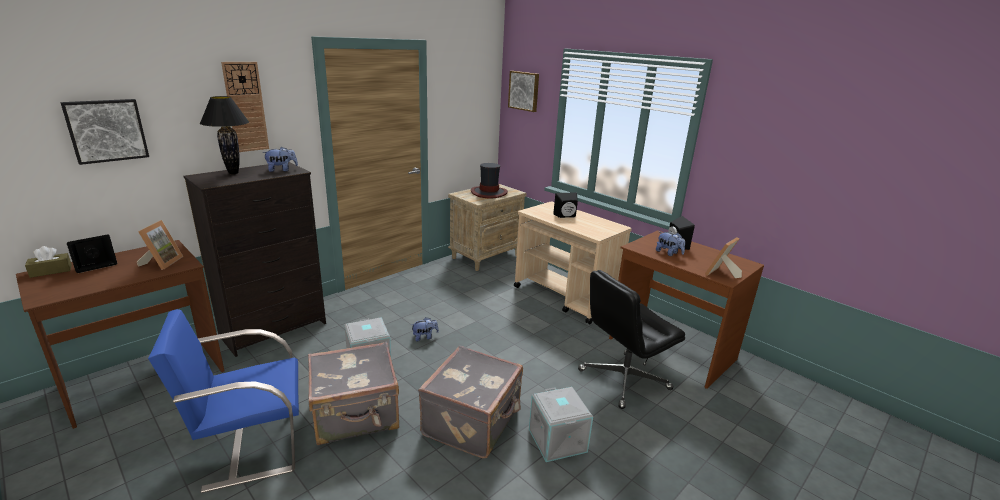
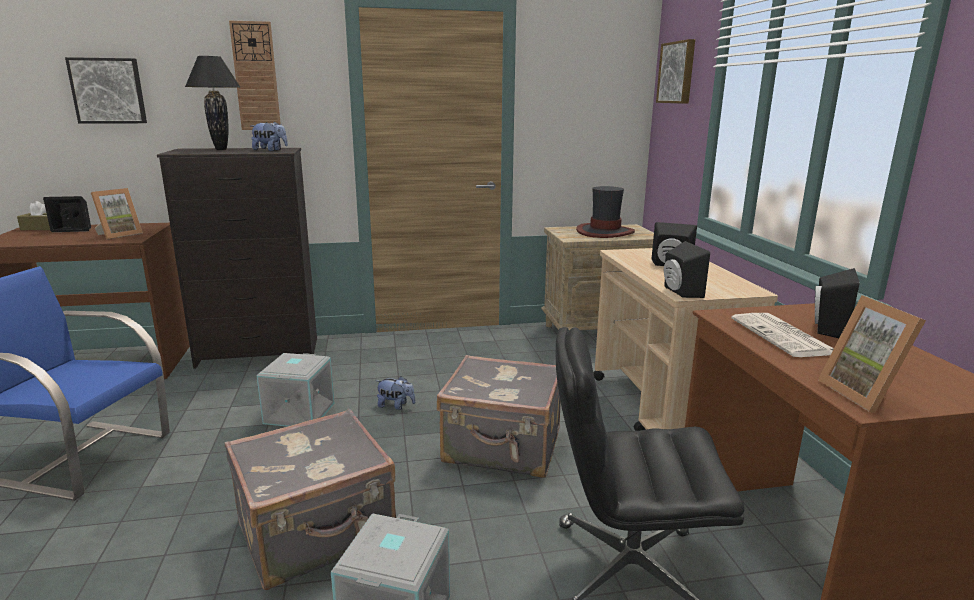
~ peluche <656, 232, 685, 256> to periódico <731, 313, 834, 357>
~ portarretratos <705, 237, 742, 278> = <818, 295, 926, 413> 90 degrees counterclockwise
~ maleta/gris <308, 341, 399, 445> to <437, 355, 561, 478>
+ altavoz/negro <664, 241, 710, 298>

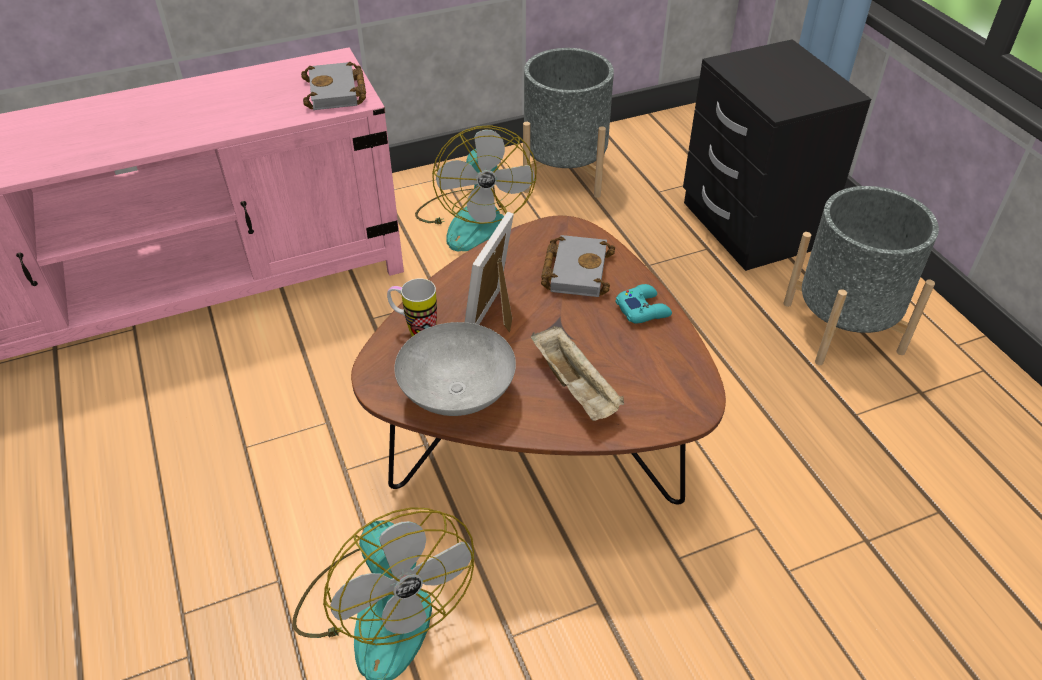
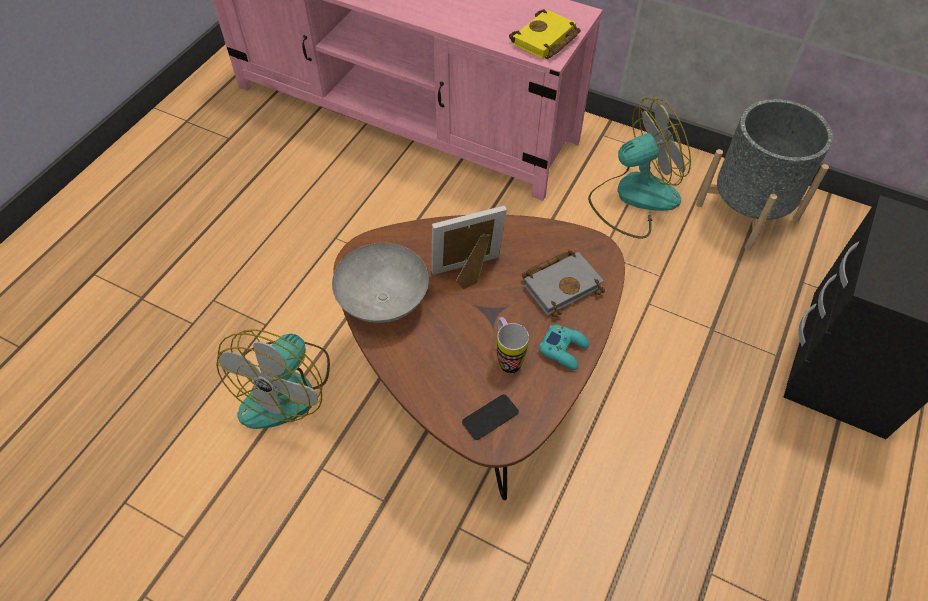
~ libro/gris <301, 62, 366, 110> to libro/amarillo <509, 9, 581, 59>
~ ventilador <415, 125, 536, 252> = <588, 97, 691, 239> 150 degrees counterclockwise
- maceta/gris <783, 186, 939, 365>
~ taza grande <387, 278, 437, 337> to <497, 317, 529, 373>
- bandeja/beis <531, 326, 624, 421>
+ móvil <462, 394, 519, 440>

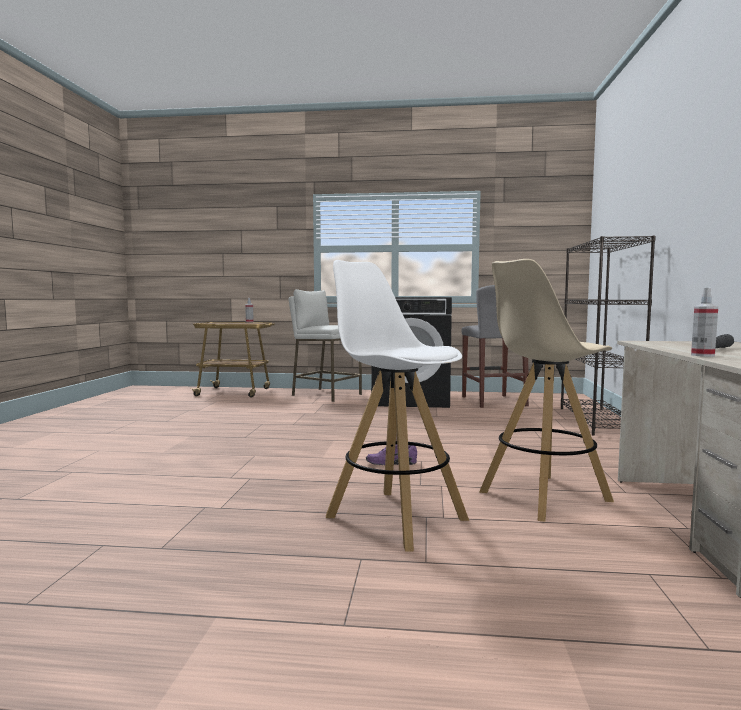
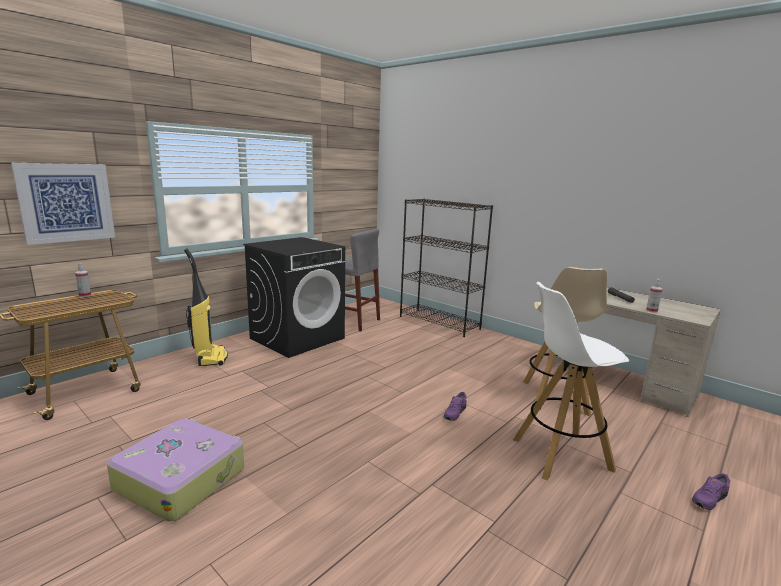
~ taburete/blanco <288, 289, 362, 402> to aspiradora <184, 248, 228, 366>
+ cuadro <11, 163, 115, 245>
+ maleta <107, 419, 244, 522>
+ zapato/morado <692, 473, 730, 510>

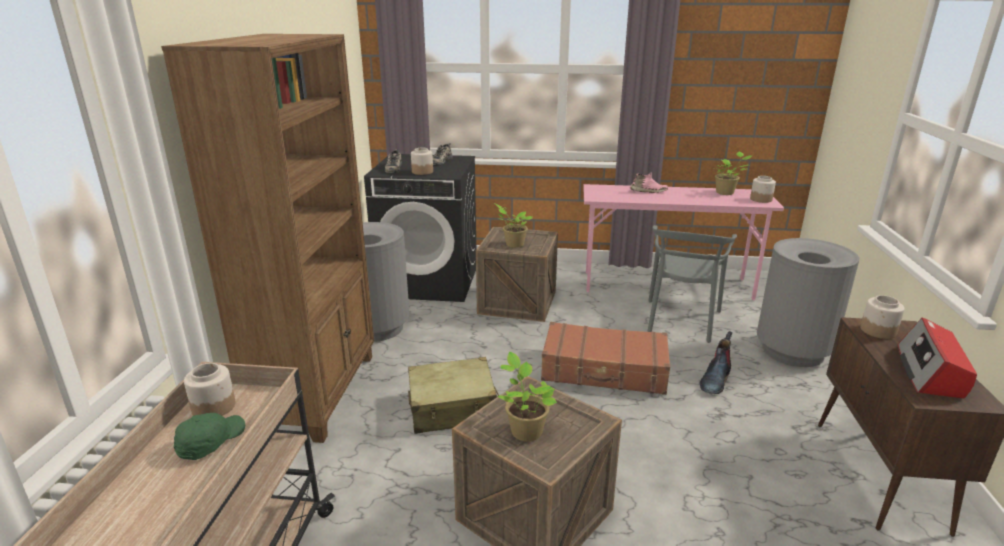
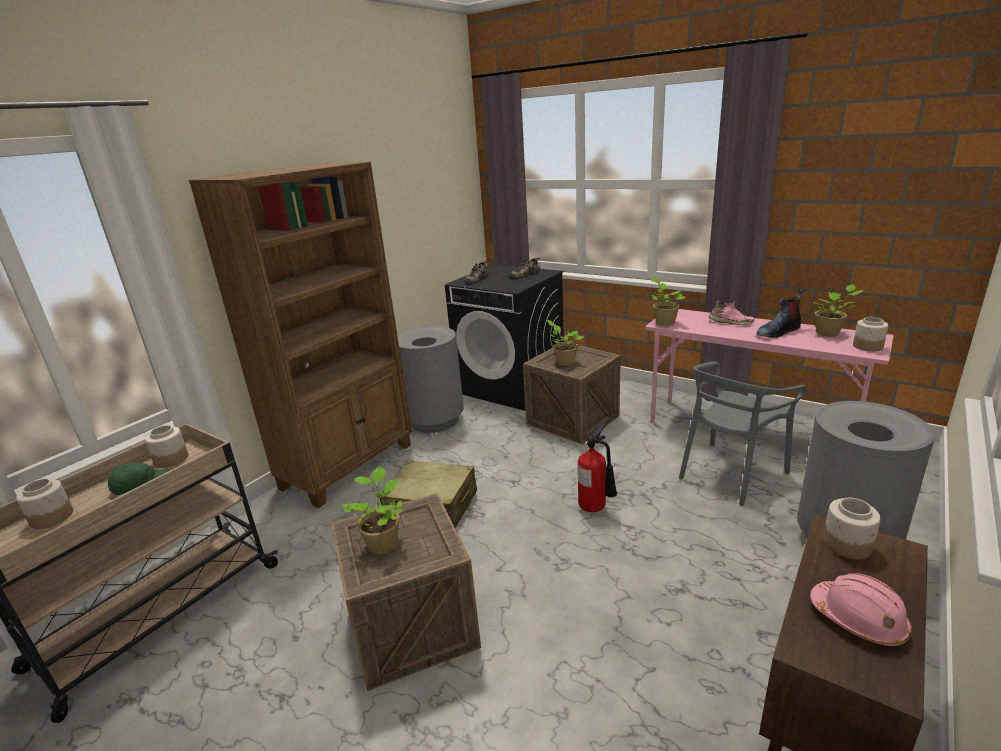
~ tarro <411, 148, 433, 175> to <16, 479, 73, 529>
~ radio <898, 317, 977, 398> to casco/rosa <810, 573, 912, 646>
~ maleta/marrón <541, 322, 670, 395> to extintor <578, 423, 617, 512>
~ bota <700, 331, 733, 394> to <756, 288, 805, 338>
+ planta en maceta <651, 276, 686, 326>

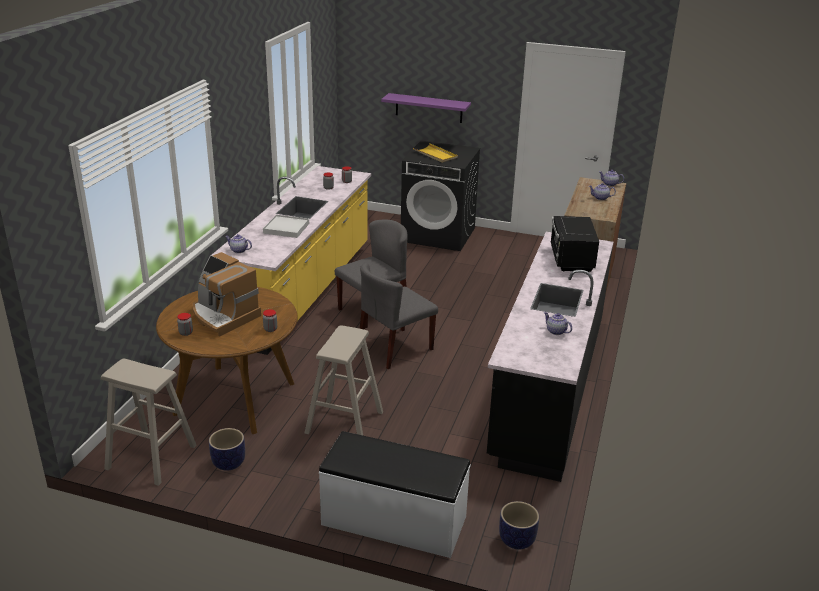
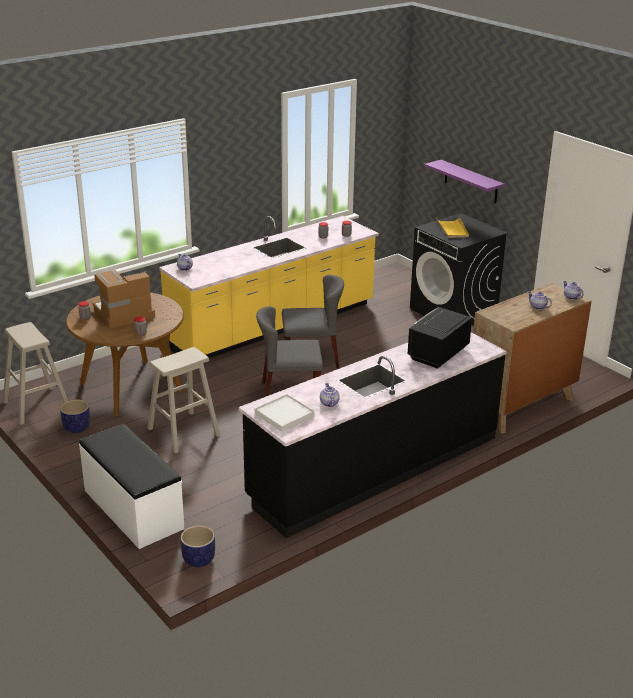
~ bandeja/blanco <263, 215, 309, 238> to <255, 394, 315, 432>
~ cafetera <193, 252, 261, 337> = <92, 270, 155, 328> 75 degrees clockwise

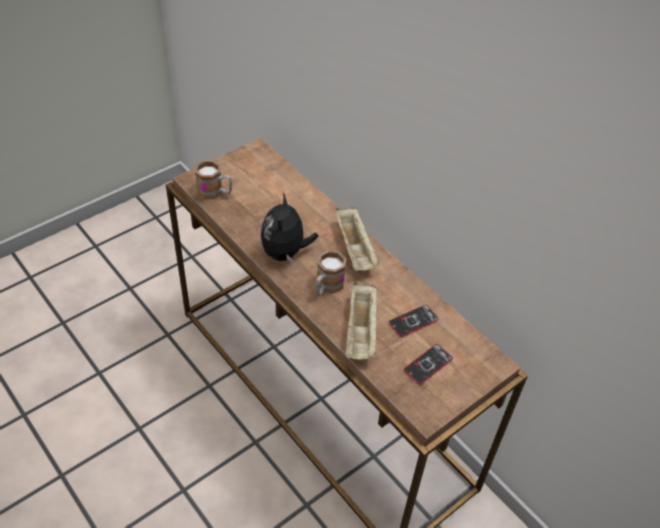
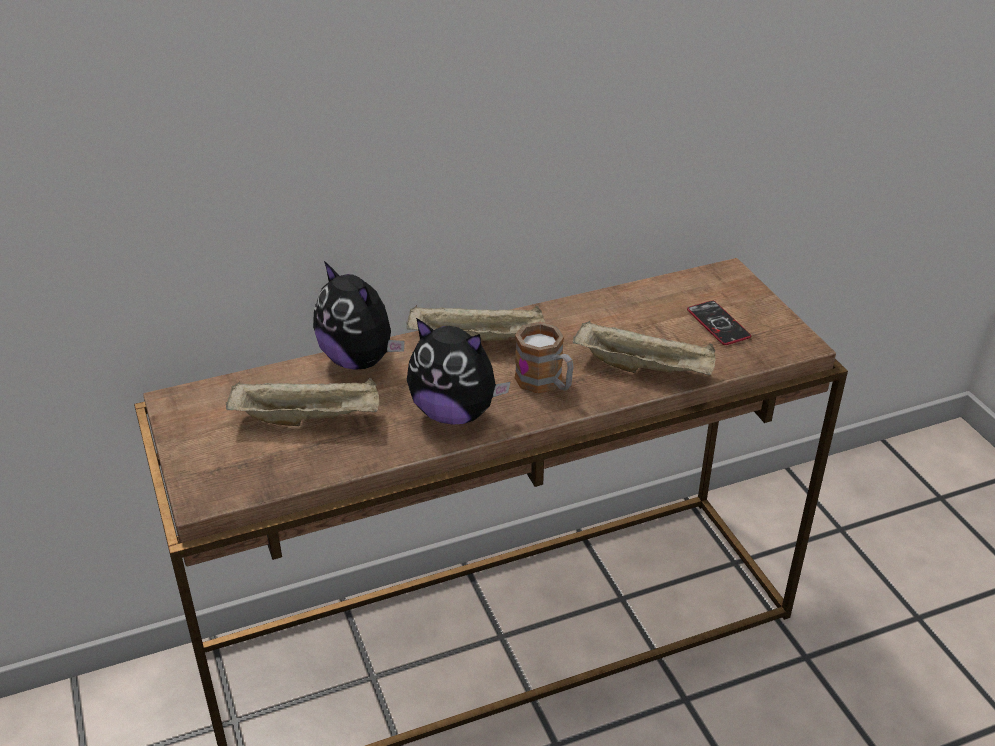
- taza grande <195, 160, 232, 199>
- móvil <389, 305, 439, 337>
+ peluche <313, 261, 405, 370>
+ bandeja/beis <226, 378, 379, 426>

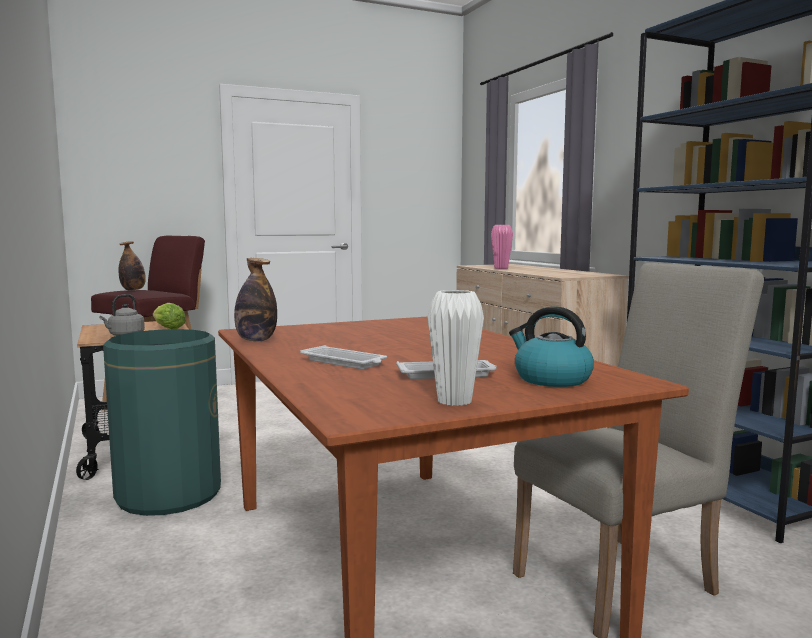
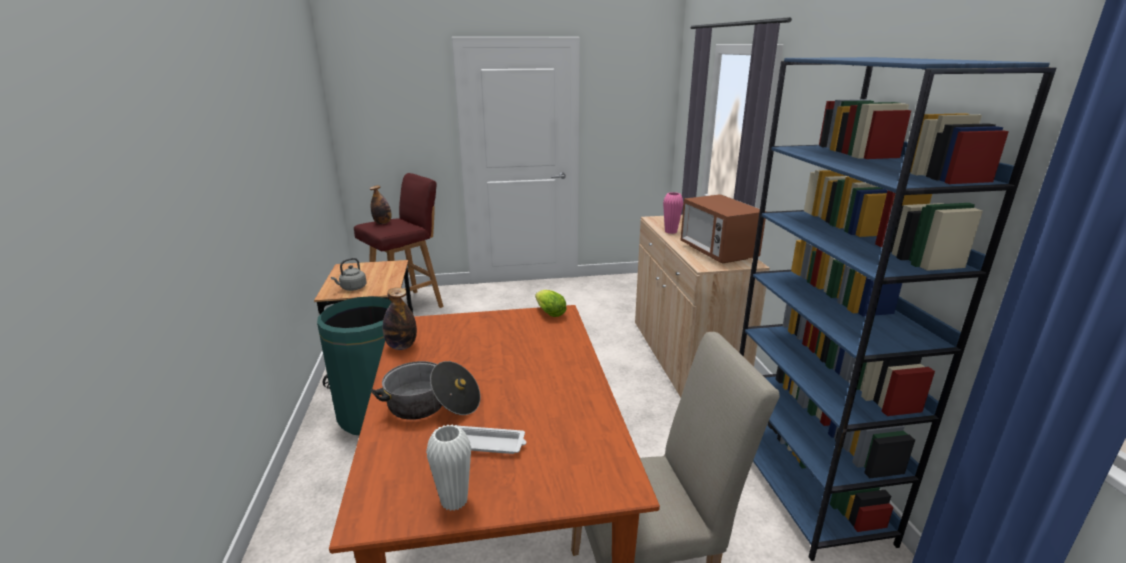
~ lechuga <153, 303, 186, 329> to <535, 290, 567, 317>
- hervidor <509, 307, 594, 387>
~ bandeja/blanco <300, 345, 387, 369> to olla <371, 361, 481, 420>
+ microondas <681, 194, 767, 263>

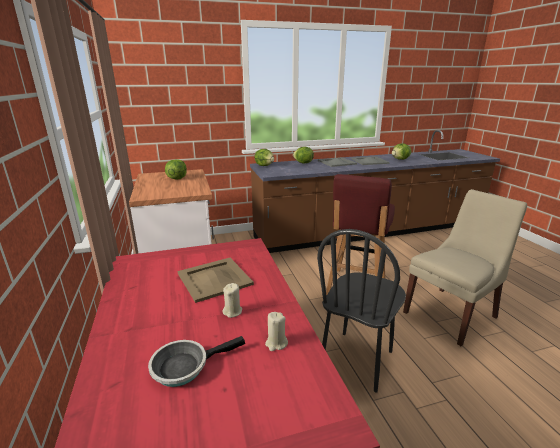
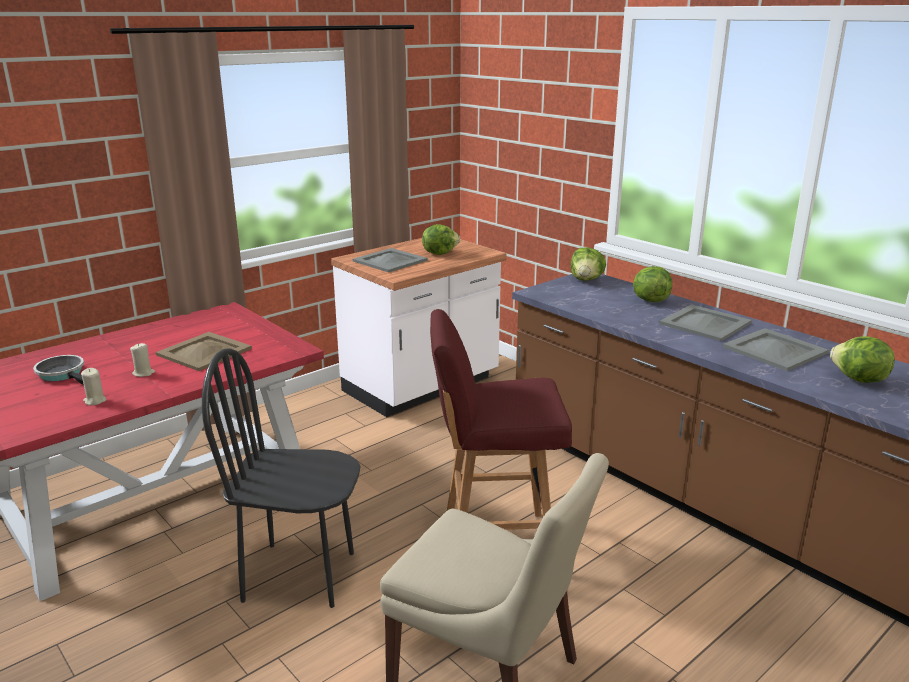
+ bandeja/gris <353, 248, 428, 272>

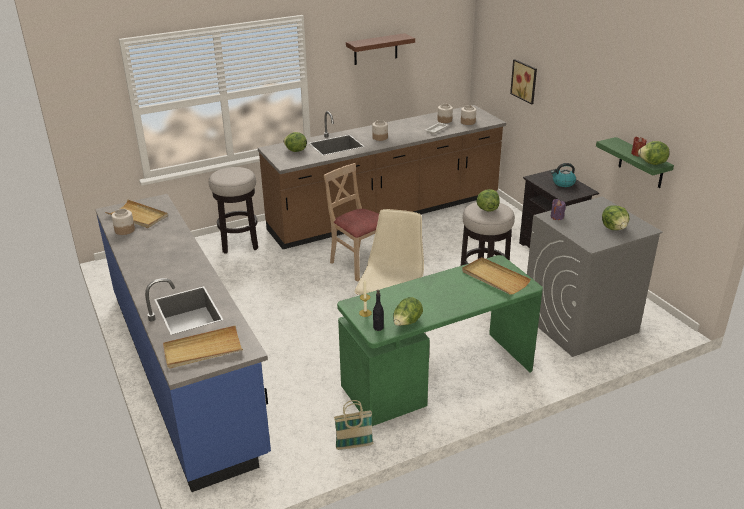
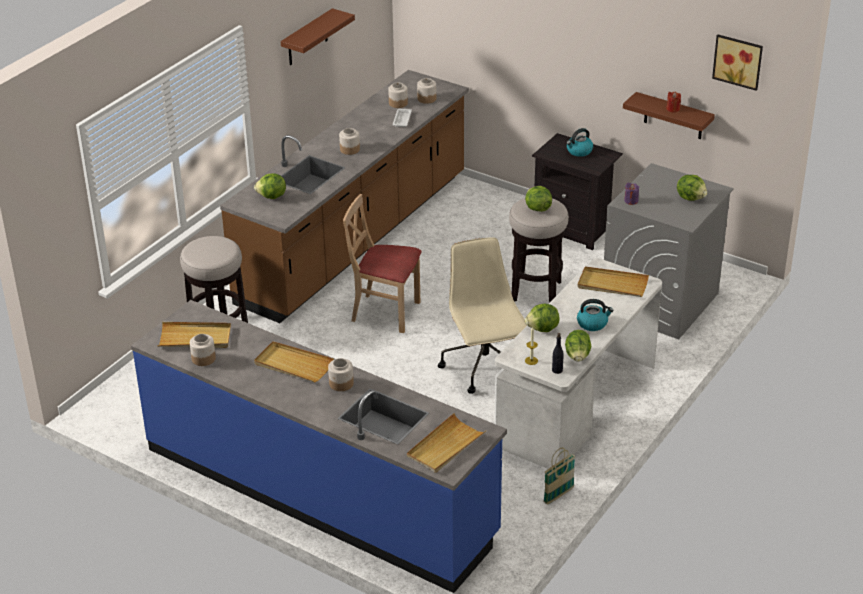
~ cuadro <510, 59, 537, 105> to <712, 35, 763, 91>
~ estante/verde <596, 137, 674, 188> to estante/marrón <623, 92, 715, 139>
~ lechuga <638, 141, 670, 165> to <525, 304, 559, 332>
~ escritorio/verde <337, 255, 543, 426> to escritorio/blanco <495, 258, 662, 469>
+ hervidor <577, 299, 614, 331>
+ bandeja/beis <254, 341, 334, 382>
+ tarro <328, 358, 354, 391>

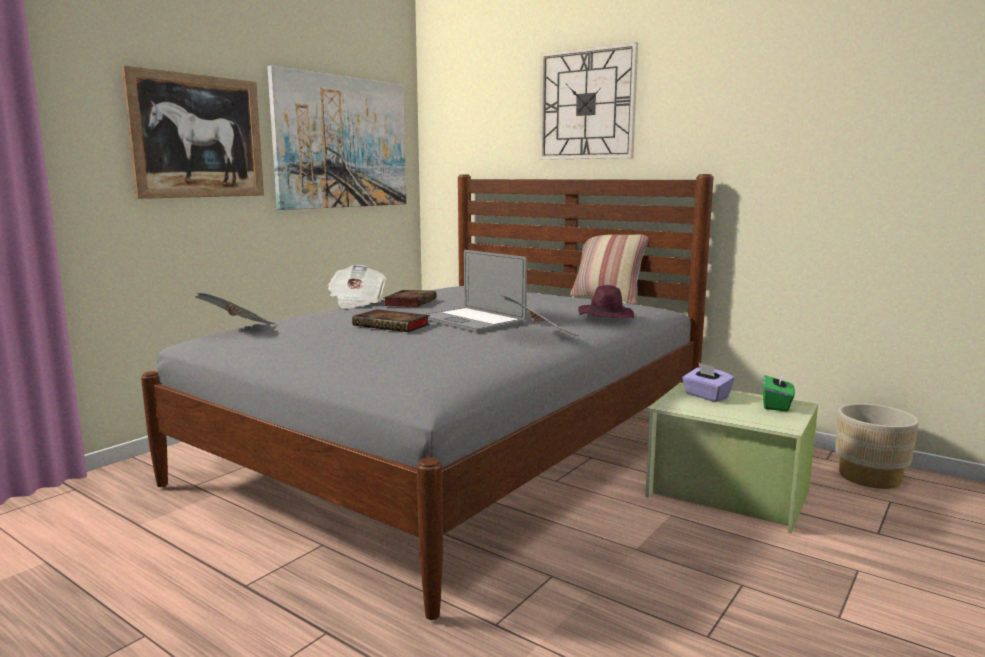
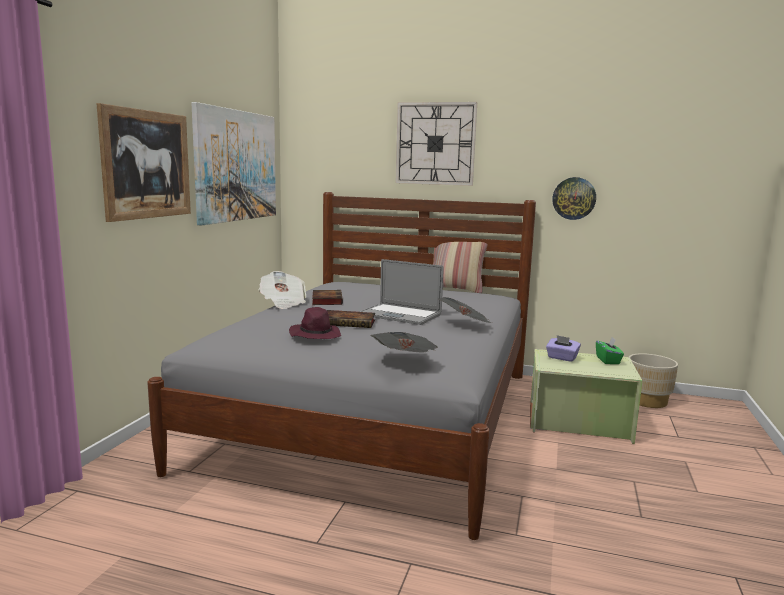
~ sombrero/morado <578, 285, 634, 318> to <289, 307, 341, 339>
~ periódico <195, 293, 276, 324> to <370, 332, 438, 352>
+ reloj de pared <552, 177, 596, 220>

